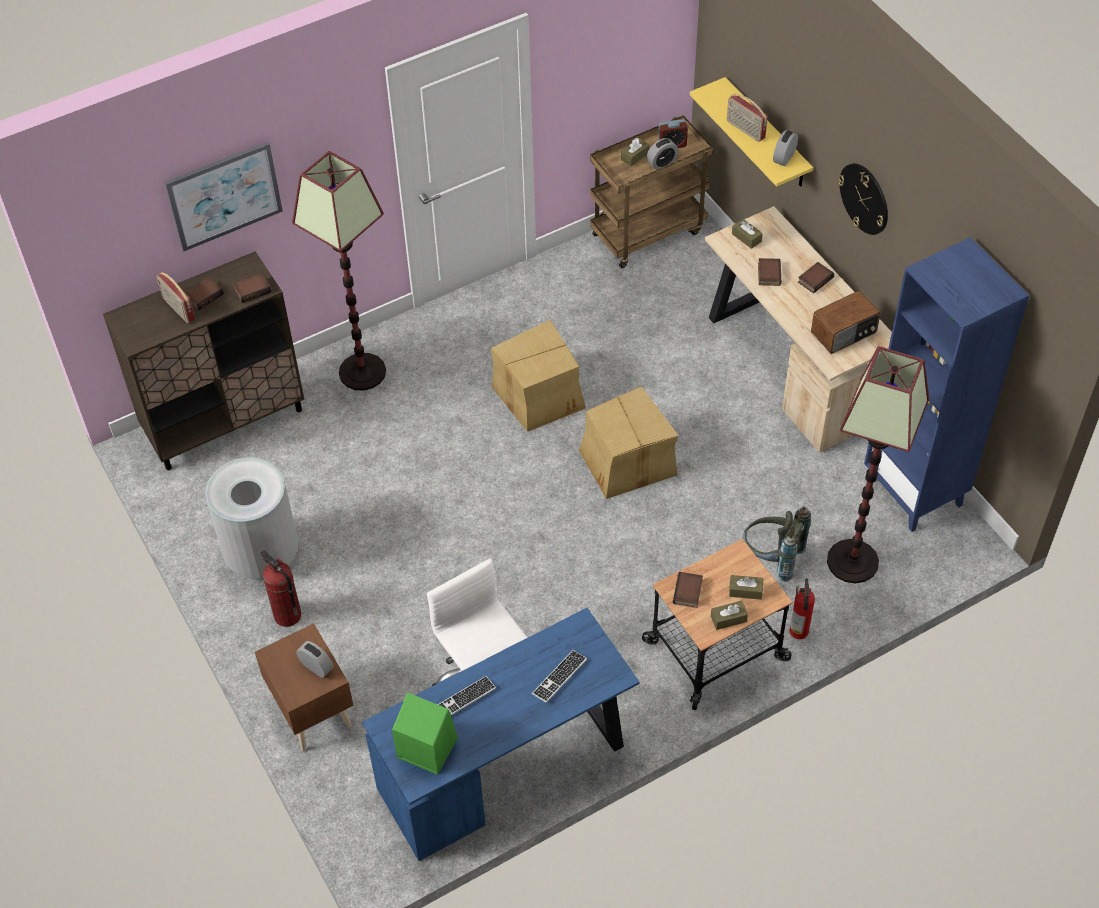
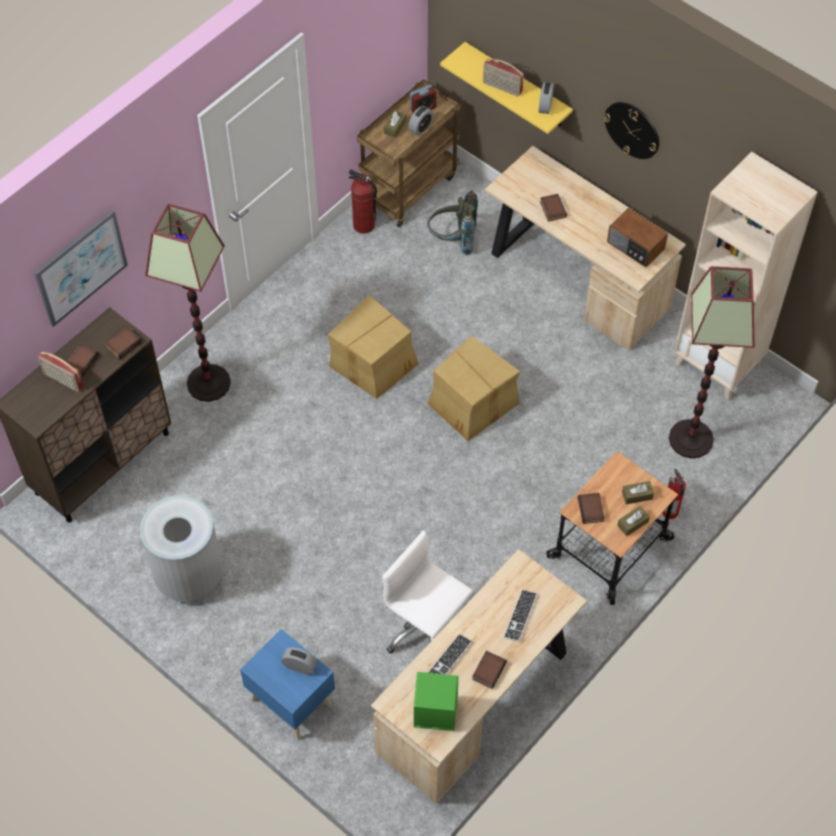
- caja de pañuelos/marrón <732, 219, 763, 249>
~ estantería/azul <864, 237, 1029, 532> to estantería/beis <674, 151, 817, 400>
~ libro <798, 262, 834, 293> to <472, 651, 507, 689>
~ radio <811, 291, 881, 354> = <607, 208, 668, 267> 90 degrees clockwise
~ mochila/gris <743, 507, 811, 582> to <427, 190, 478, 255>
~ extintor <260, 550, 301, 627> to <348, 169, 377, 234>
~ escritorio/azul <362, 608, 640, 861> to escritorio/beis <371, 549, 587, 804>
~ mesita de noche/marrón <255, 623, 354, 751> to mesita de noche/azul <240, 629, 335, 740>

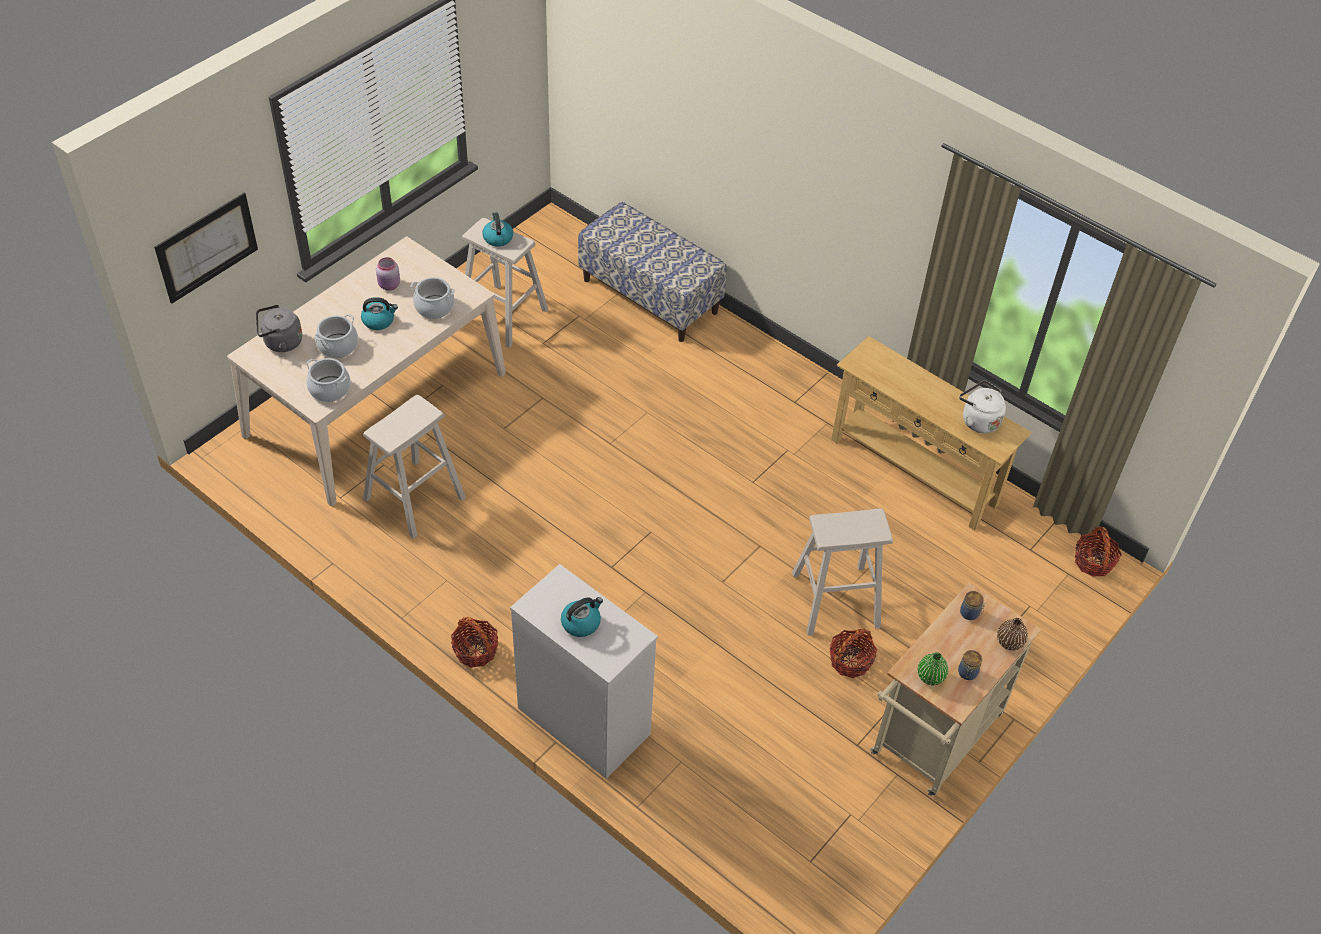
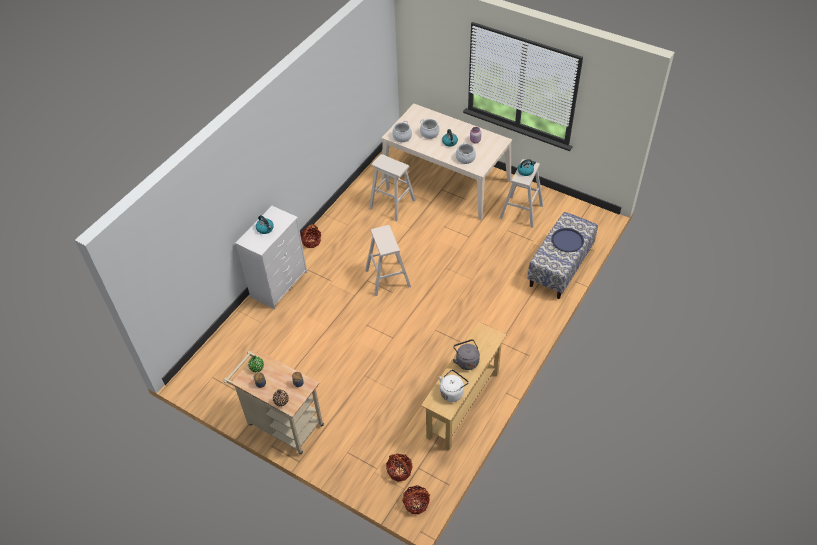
- cuadro <154, 193, 258, 304>
~ hervidor/gris <256, 305, 302, 352> to <452, 339, 480, 370>
~ taburete/beis <792, 509, 893, 636> to <365, 225, 411, 296>
~ cesta <829, 628, 877, 678> to <386, 454, 413, 482>
+ bandeja/azul <551, 228, 584, 252>

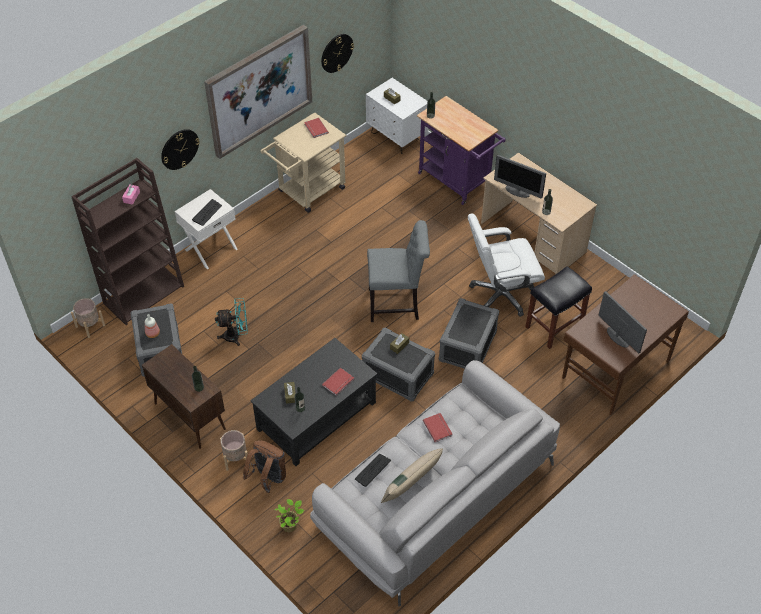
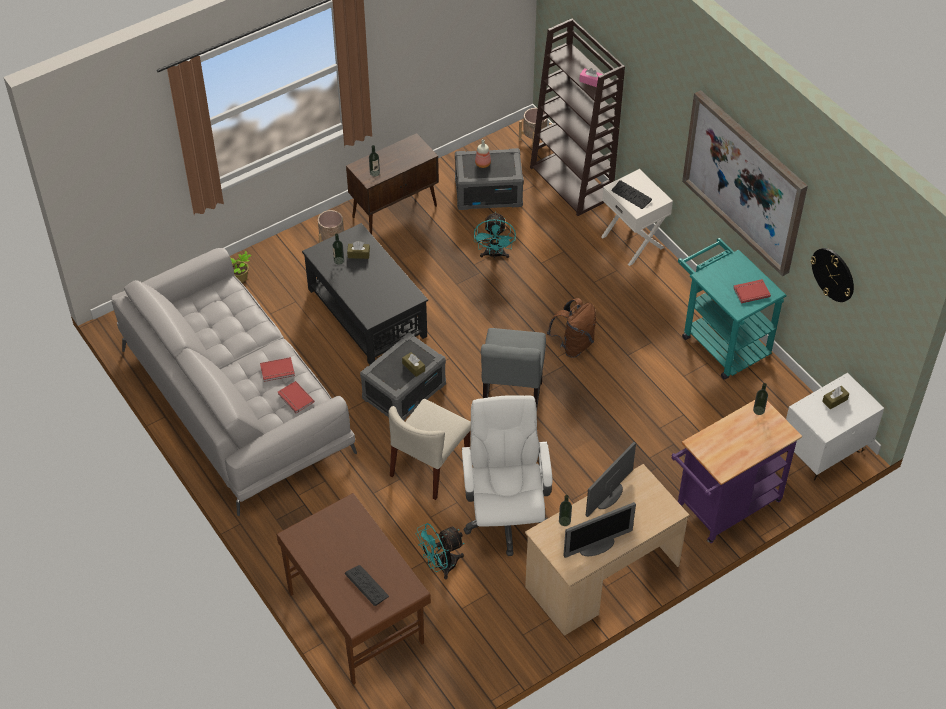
~ carrito/beis <260, 112, 346, 213> to carrito/turquesa <678, 238, 787, 380>
- reloj de pared <161, 129, 200, 170>
~ taburete/negro <525, 266, 592, 349> to ventilador/turquesa <416, 523, 464, 579>
~ monitor <599, 291, 647, 353> to <563, 502, 636, 558>
~ caja de almacenaje/gris <439, 298, 499, 369> to silla/beis <388, 399, 471, 500>
~ libro/rojo <322, 368, 354, 396> to <278, 381, 314, 413>
~ mochila/marrón <243, 440, 286, 493> to <547, 298, 596, 358>
- cojín/beis <381, 448, 443, 503>
~ teclado <355, 454, 391, 487> to <345, 565, 389, 606>

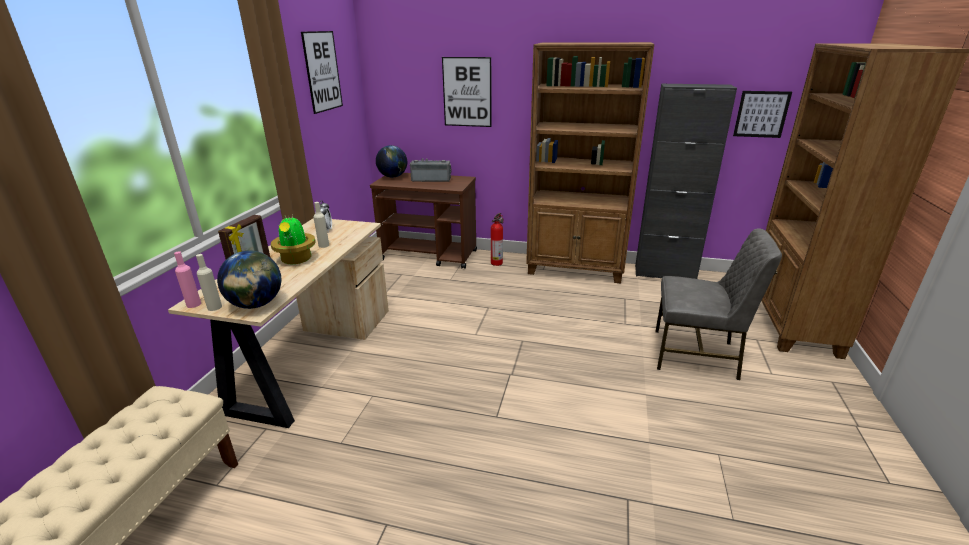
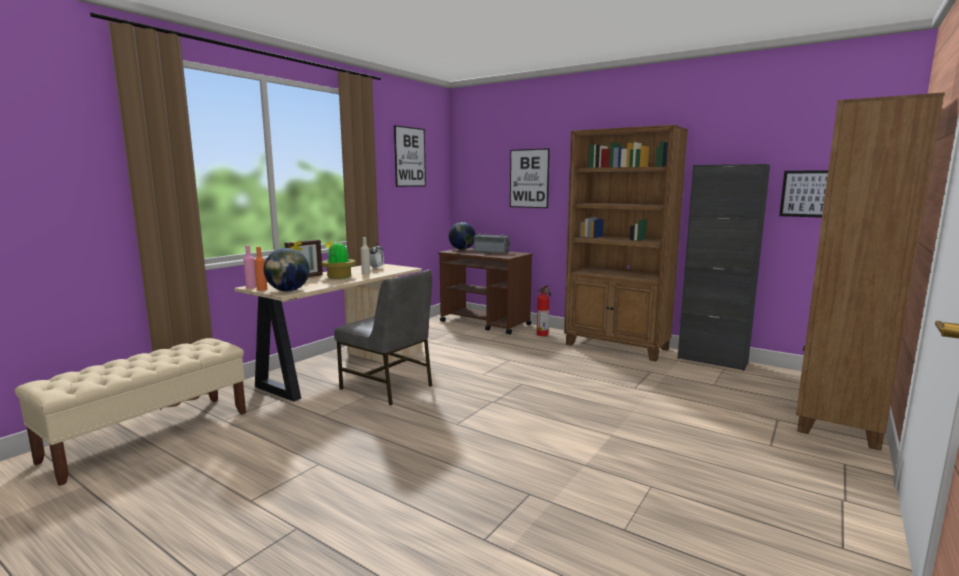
~ silla/gris <655, 229, 782, 380> to <334, 269, 432, 405>
~ botella/beis <196, 254, 222, 311> to botella/naranja <254, 247, 267, 291>

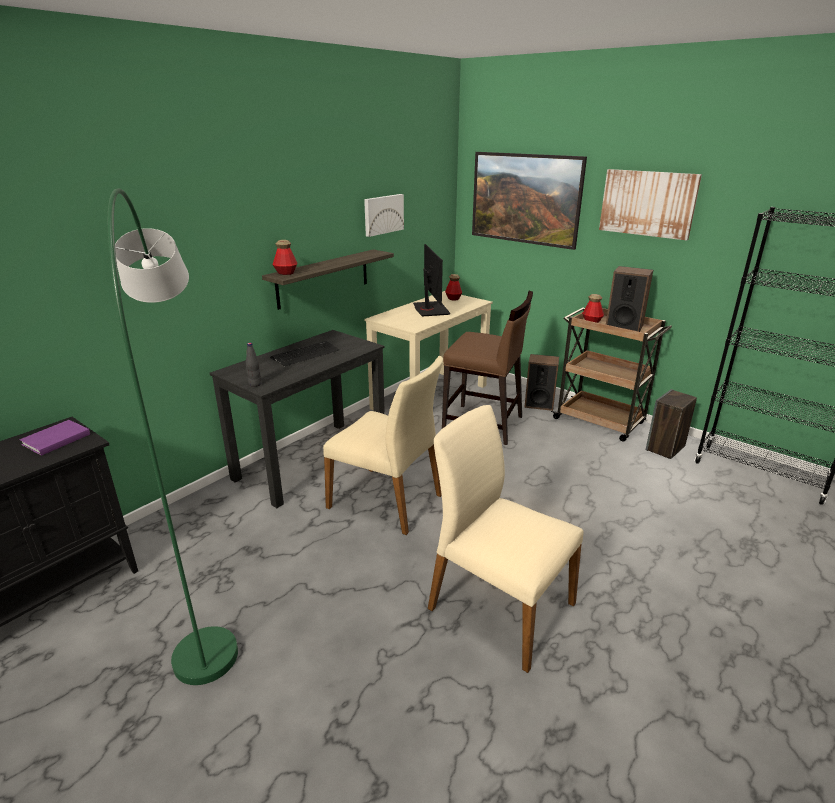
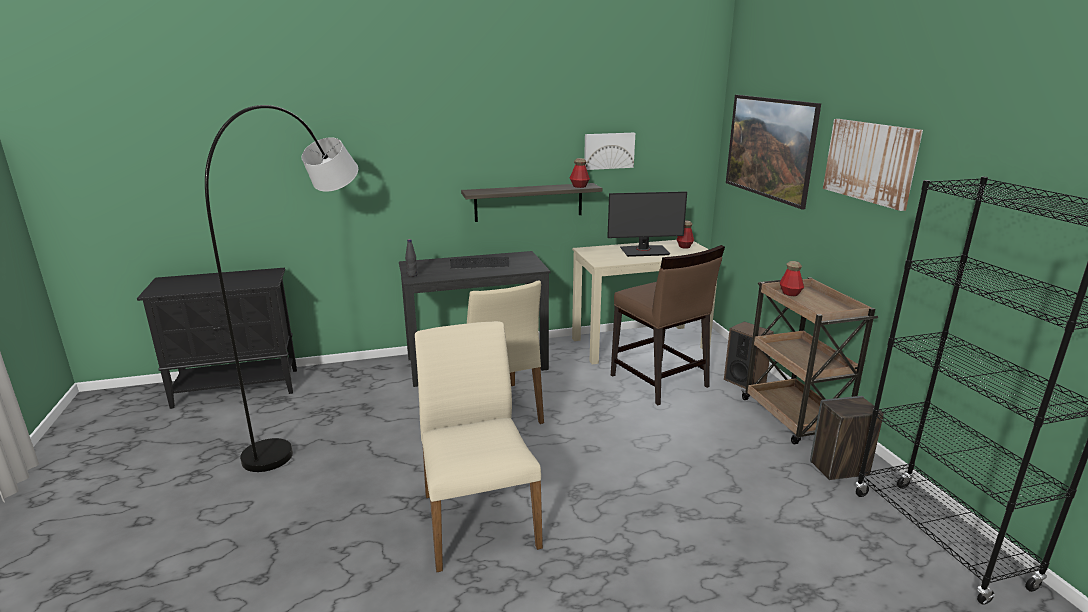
~ lámpara de pie/verde <108, 188, 238, 685> to lámpara de pie/gris <205, 105, 358, 472>
~ botella <273, 240, 298, 275> to <570, 158, 590, 188>
~ monitor <413, 244, 450, 317> = <607, 191, 687, 257> 60 degrees clockwise
- altavoz <606, 266, 653, 332>
- libro/morado <20, 420, 90, 456>

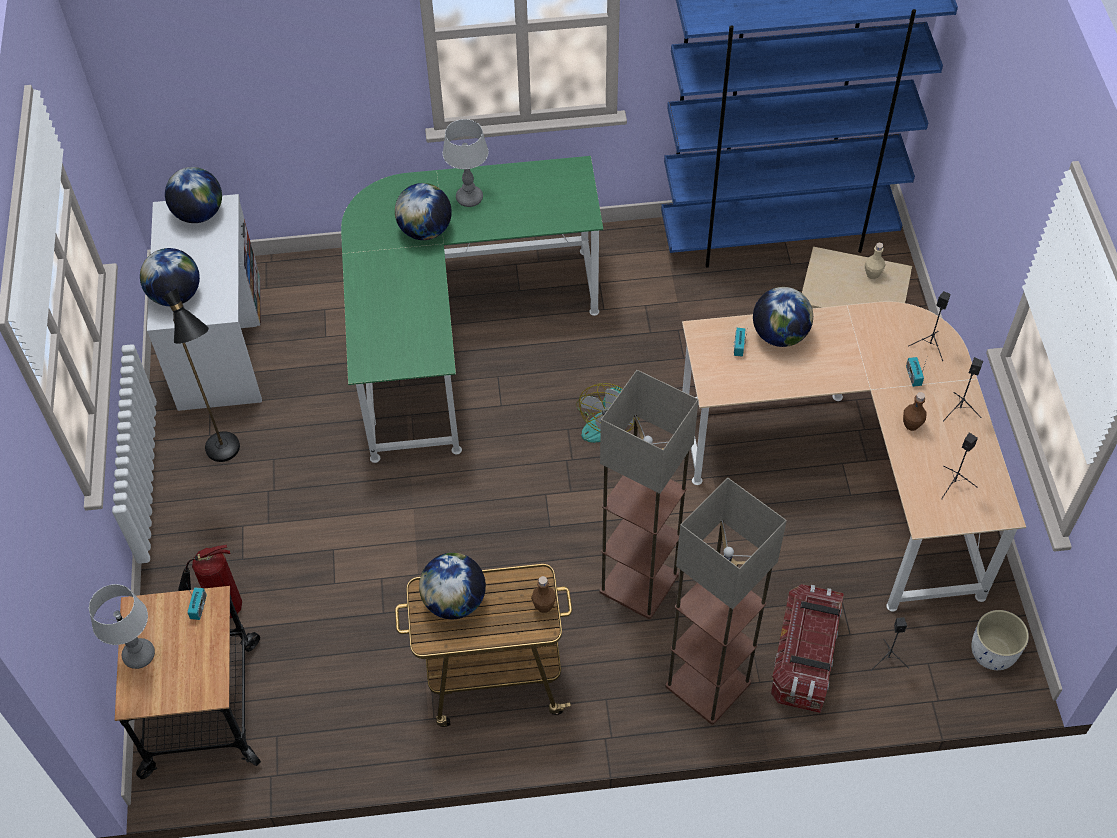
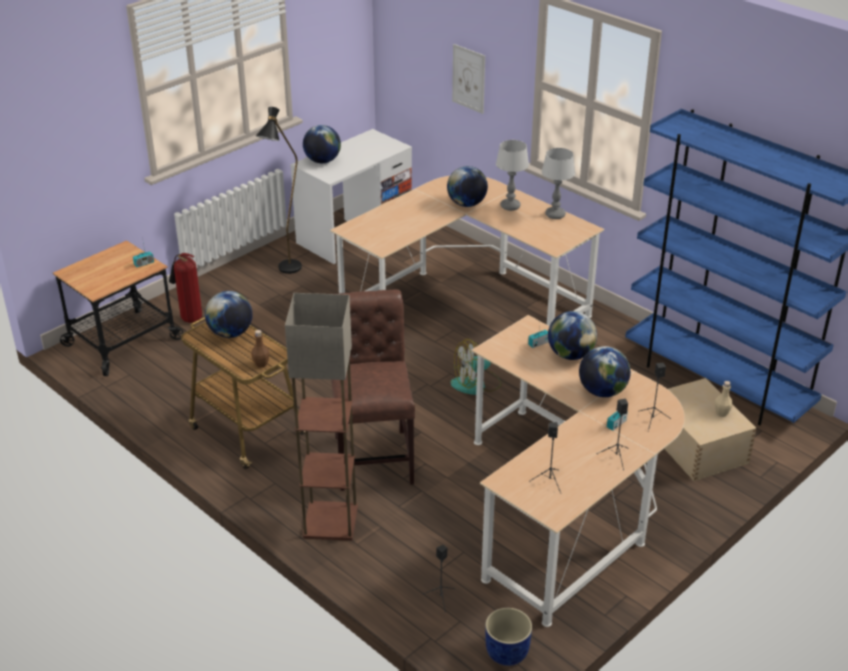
~ escritorio/verde <341, 156, 603, 463> to escritorio/beis <330, 176, 604, 326>
~ globo terráqueo <165, 167, 222, 223> to <579, 346, 631, 397>
~ lámpara de pie <599, 370, 699, 619> to silla/marrón <331, 290, 415, 491>
- botella/marrón <903, 392, 927, 431>
~ lámpara de mesa <89, 584, 155, 669> to <542, 148, 575, 219>
- caja de almacenaje <771, 584, 843, 713>
~ maceta/blanco <971, 610, 1029, 670> to maceta/azul <485, 608, 532, 666>
+ cuadro <452, 44, 485, 114>

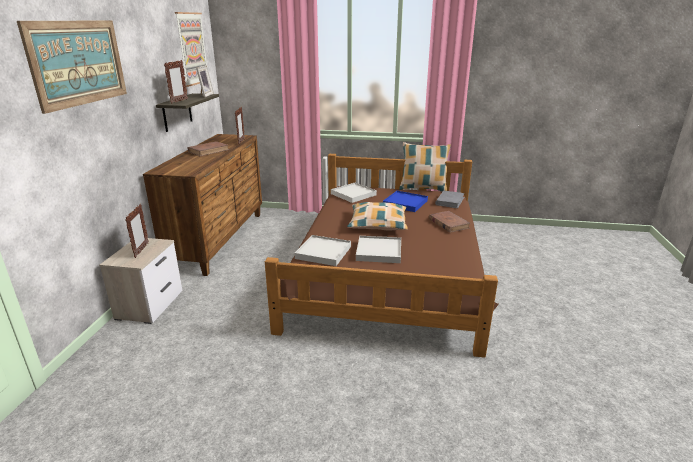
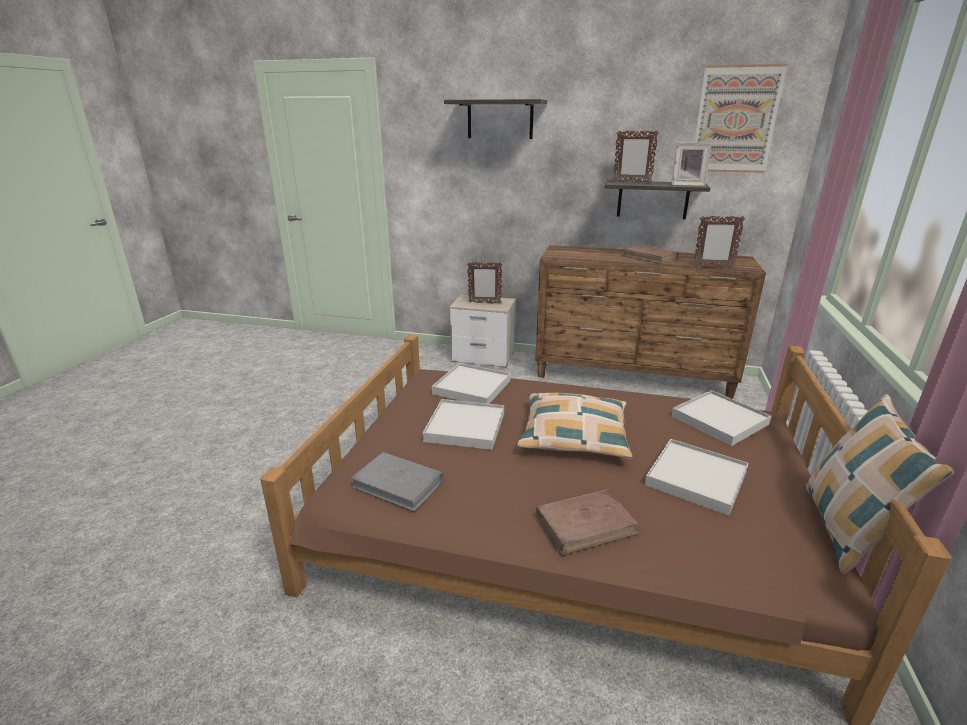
~ cuadro <17, 21, 127, 114> to estante <444, 99, 547, 139>
~ libro/gris <435, 190, 464, 208> to <351, 452, 443, 512>
~ bandeja/azul <383, 191, 428, 212> to bandeja/blanco <645, 439, 749, 516>

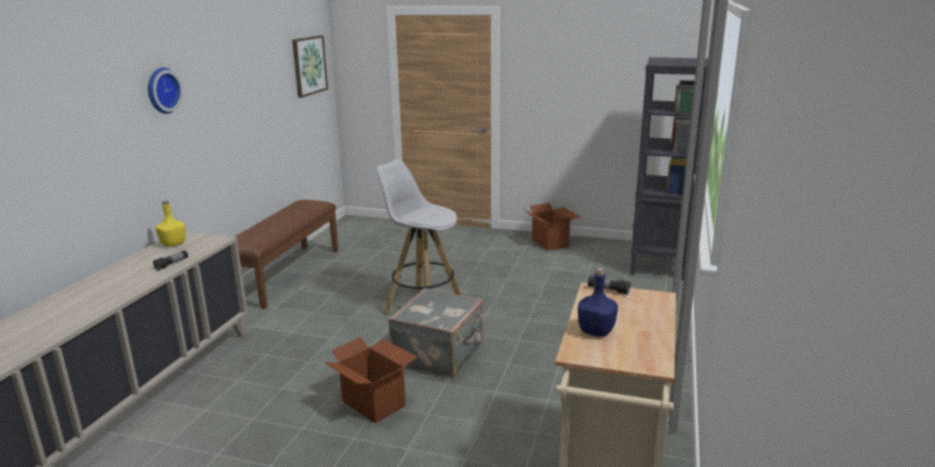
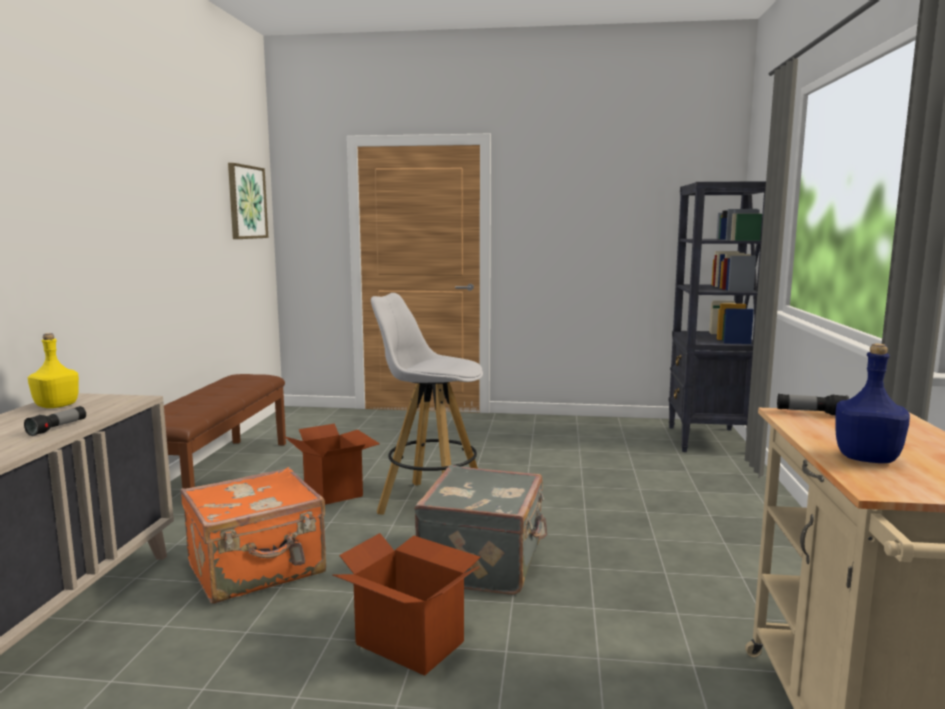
- reloj de pared <148, 67, 183, 114>
~ caja de cartón <524, 203, 580, 251> to <284, 424, 380, 505>
+ maleta/naranja <180, 467, 326, 604>

